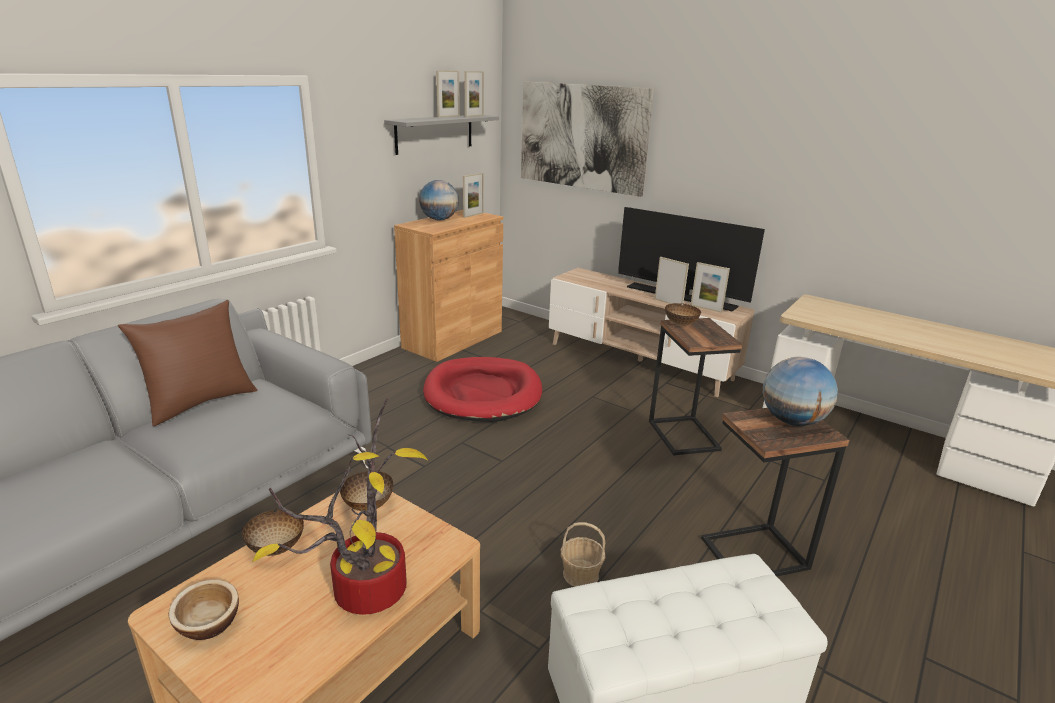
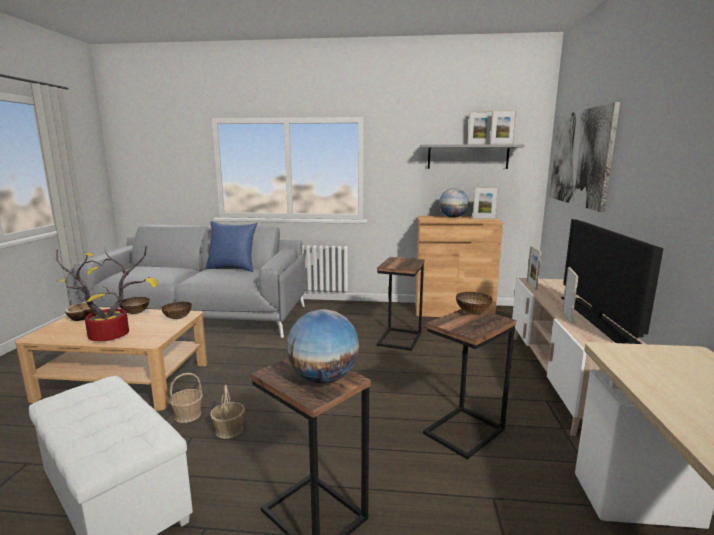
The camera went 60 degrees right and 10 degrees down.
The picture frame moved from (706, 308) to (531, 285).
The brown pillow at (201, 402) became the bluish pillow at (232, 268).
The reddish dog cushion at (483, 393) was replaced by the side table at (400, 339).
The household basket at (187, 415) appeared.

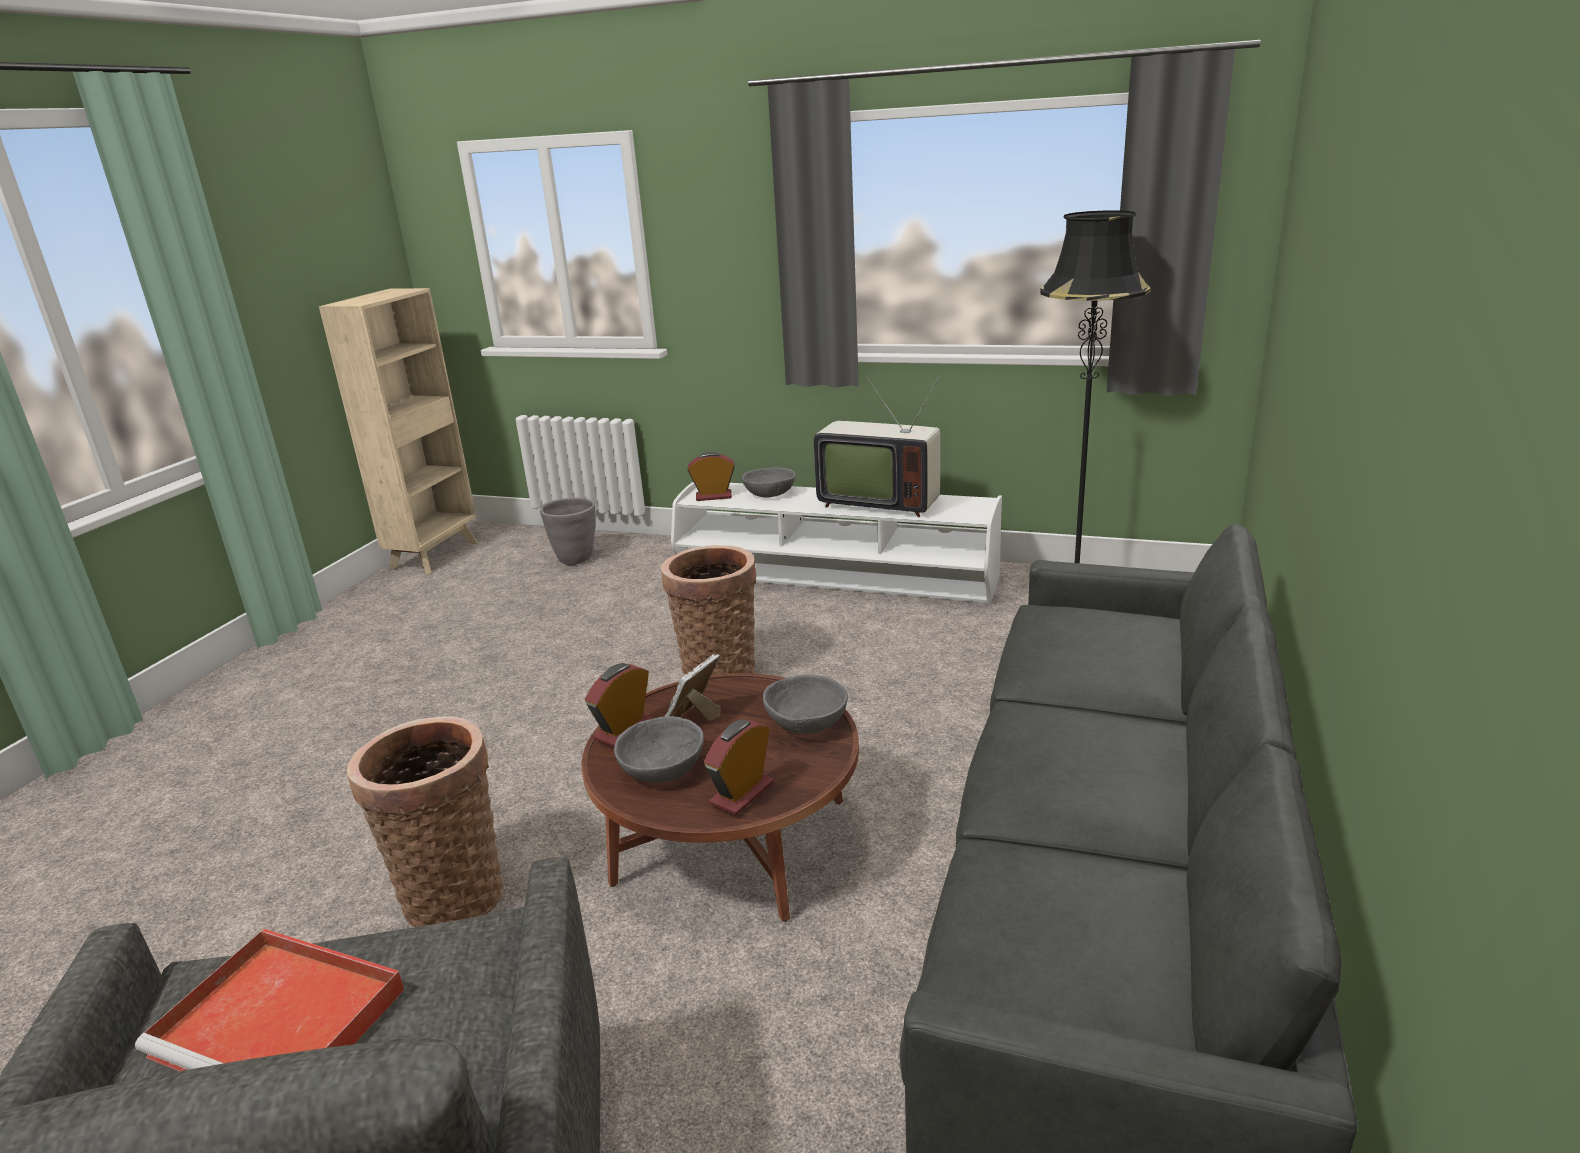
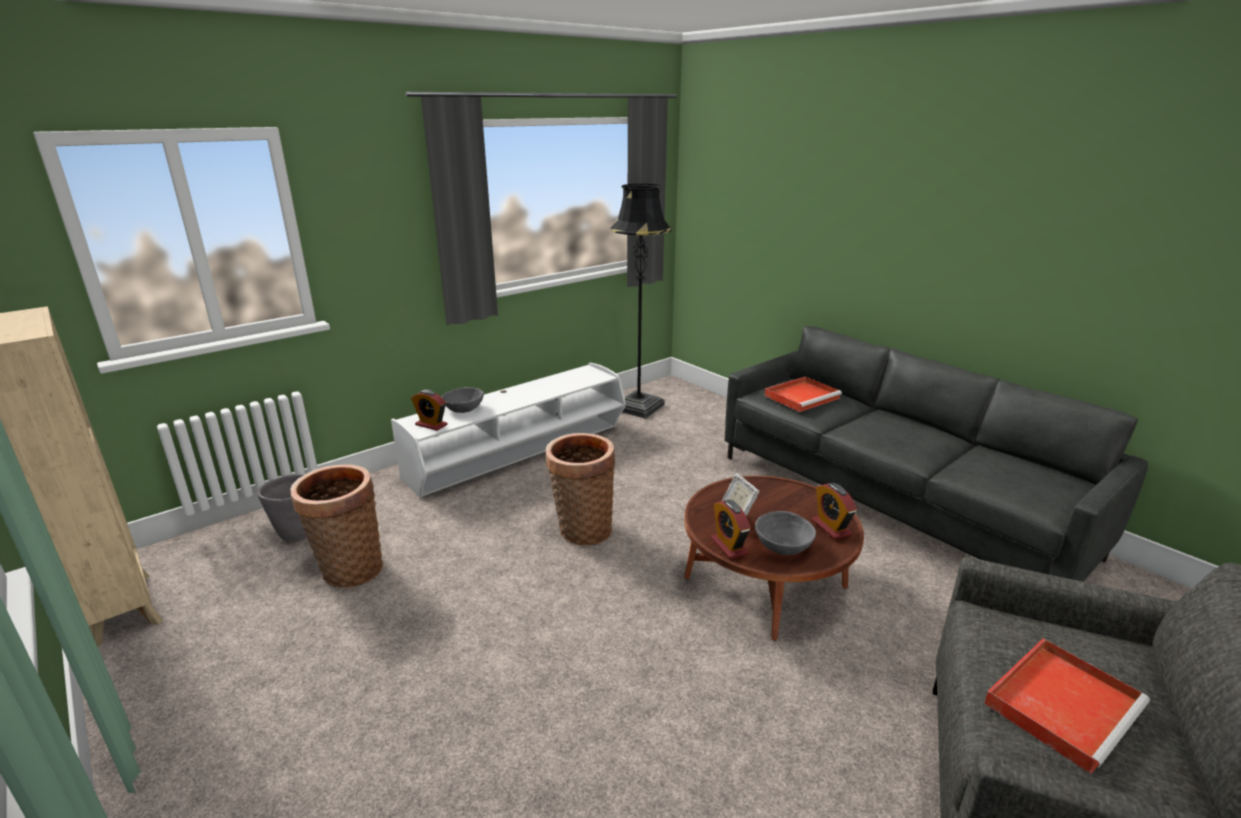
The camera went 60 degrees left and 0 degrees up.
The television at (878, 502) disappeared.
The table clock at (714, 496) turned 90 degrees counterclockwise.
The grey deep dish at (805, 722) disappeared.
The household basket moved from (452, 893) to (349, 569).
The reddish carrying tray at (802, 396) appeared.

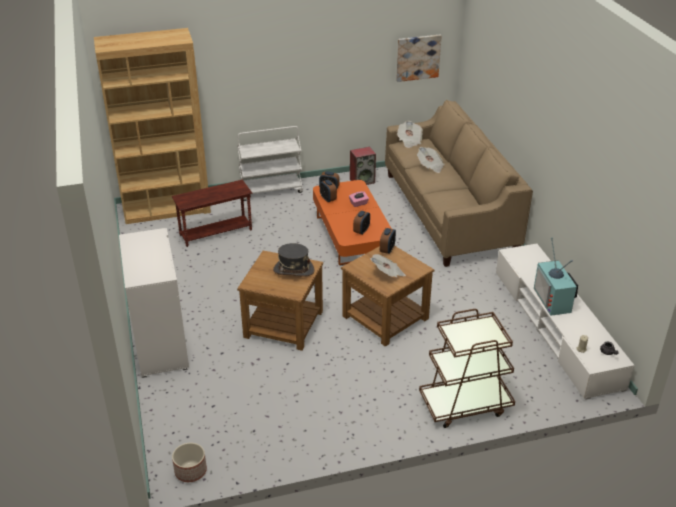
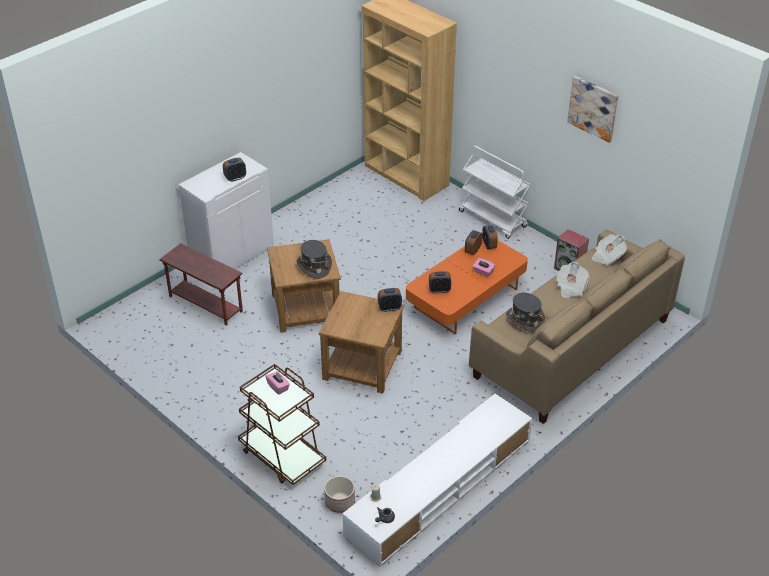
The camera went 60 degrees right and 5 degrees up.
The picture moved from (418, 57) to (593, 108).
The brown side table moved from (215, 232) to (206, 304).
The television at (554, 300) disappeared.
The newspaper at (387, 274) disappeared.
The planter moved from (190, 471) to (339, 502).
The table clock at (235, 178) appeared.
The grey wearable hat at (525, 320) appeared.
The pink tissue box at (278, 387) appeared.

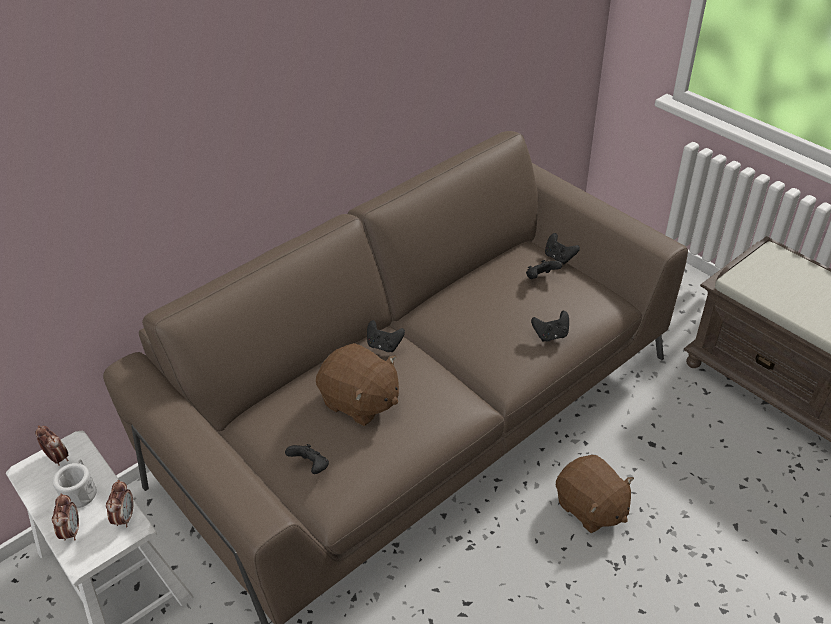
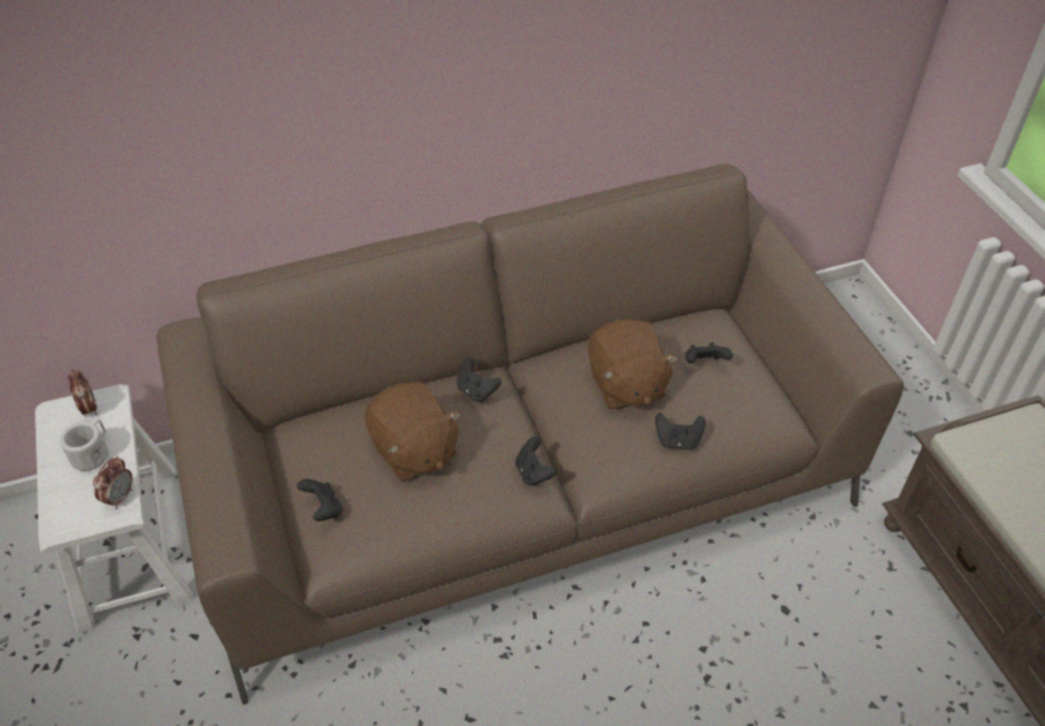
The camera went 20 degrees right and 5 degrees up.
The black-coloured gamepad moved from (559, 258) to (534, 472).
The brown soft toy moved from (590, 507) to (625, 385).
The table clock at (71, 531) disappeared.

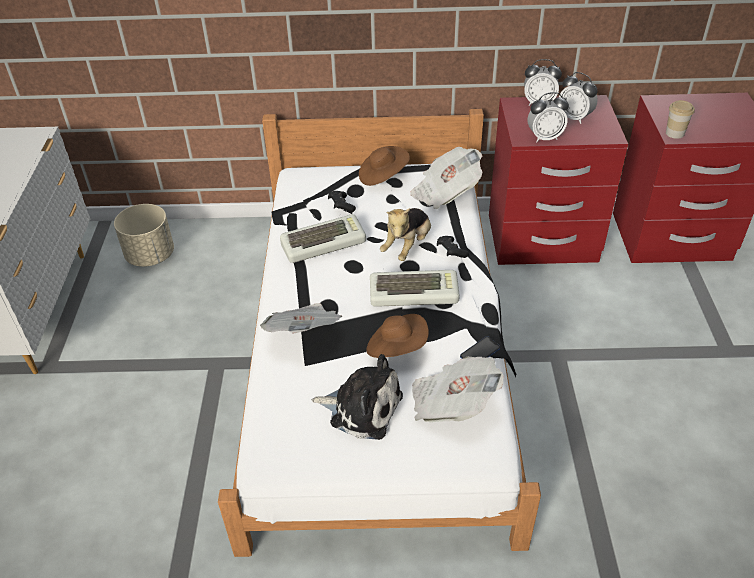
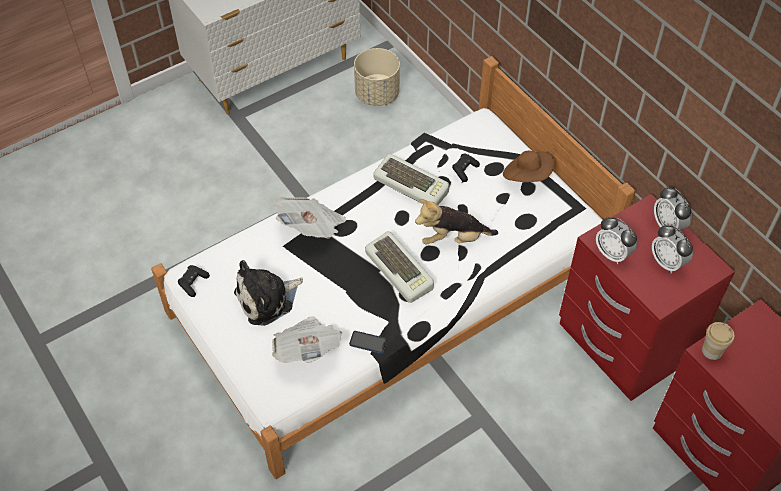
The camera went 55 degrees right and 10 degrees up.
The table clock at (574, 118) turned 45 degrees counterclockwise.
The newspaper at (445, 192) disappeared.
The black-coloured gamepad moved from (451, 252) to (193, 283).
The brown wearable hat at (397, 348) disappeared.
The soft toy at (362, 408) turned 75 degrees clockwise.

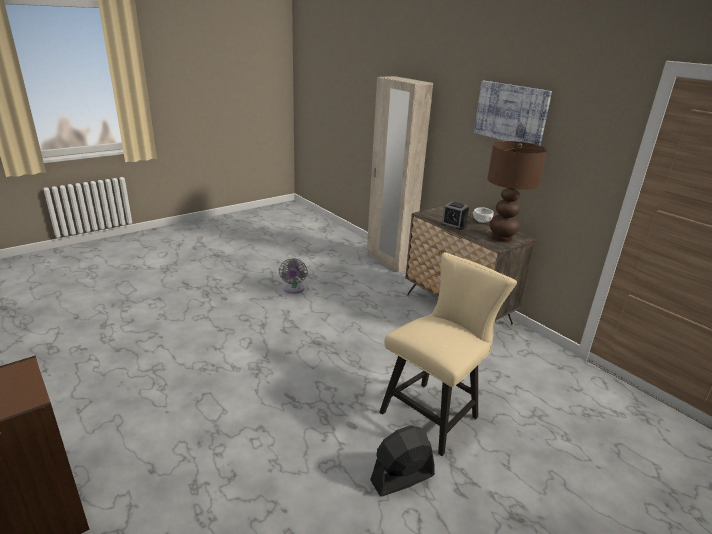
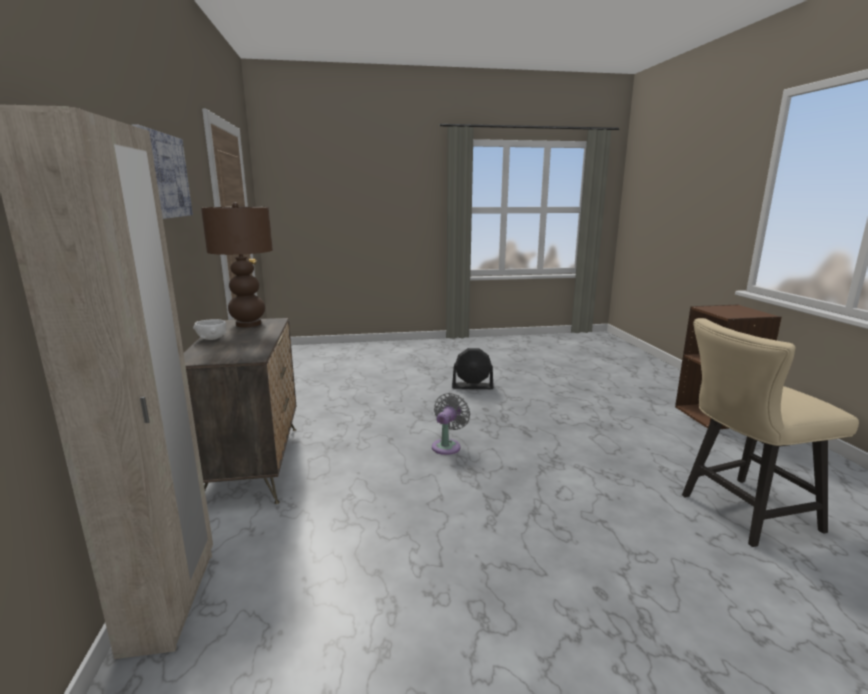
The camera went 150 degrees left and 10 degrees down.
The table clock at (453, 225) disappeared.
The sand-coloured upright chair moved from (434, 412) to (741, 513).
The grey cooling fan moved from (294, 289) to (447, 446).

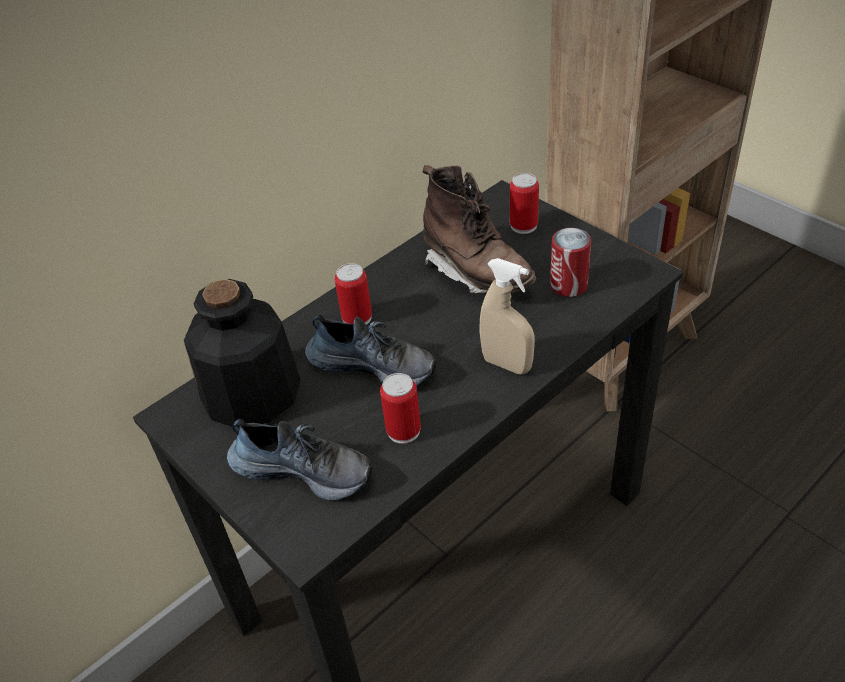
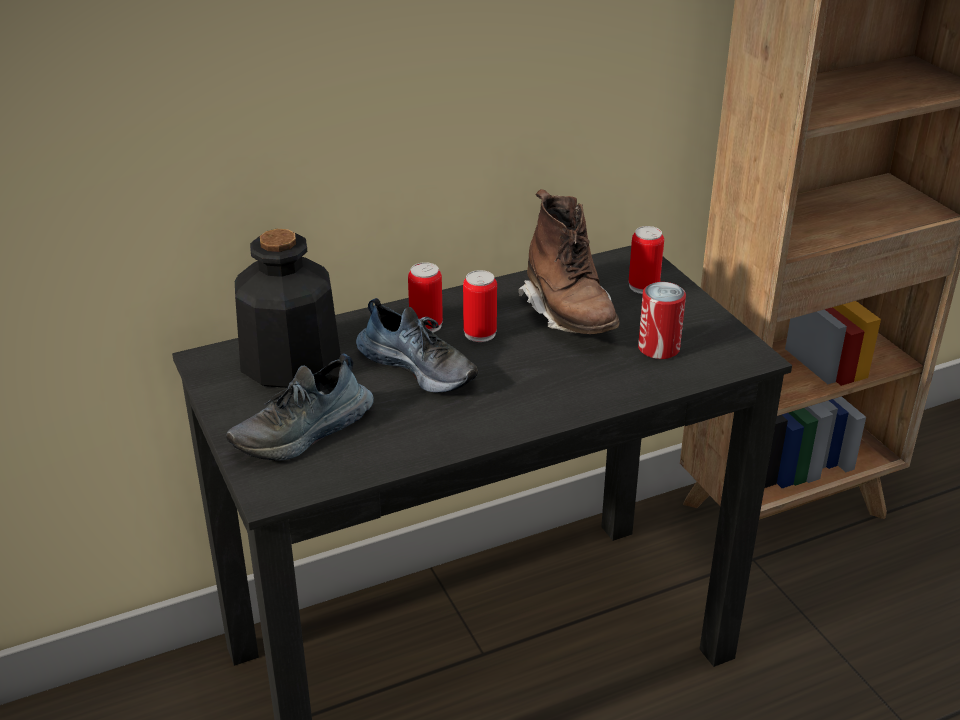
The camera went 15 degrees right and 10 degrees down.
The sand-coloured hand sprayer at (507, 364) disappeared.
The can moved from (403, 430) to (480, 333).
The low shoe at (303, 469) turned 105 degrees clockwise.

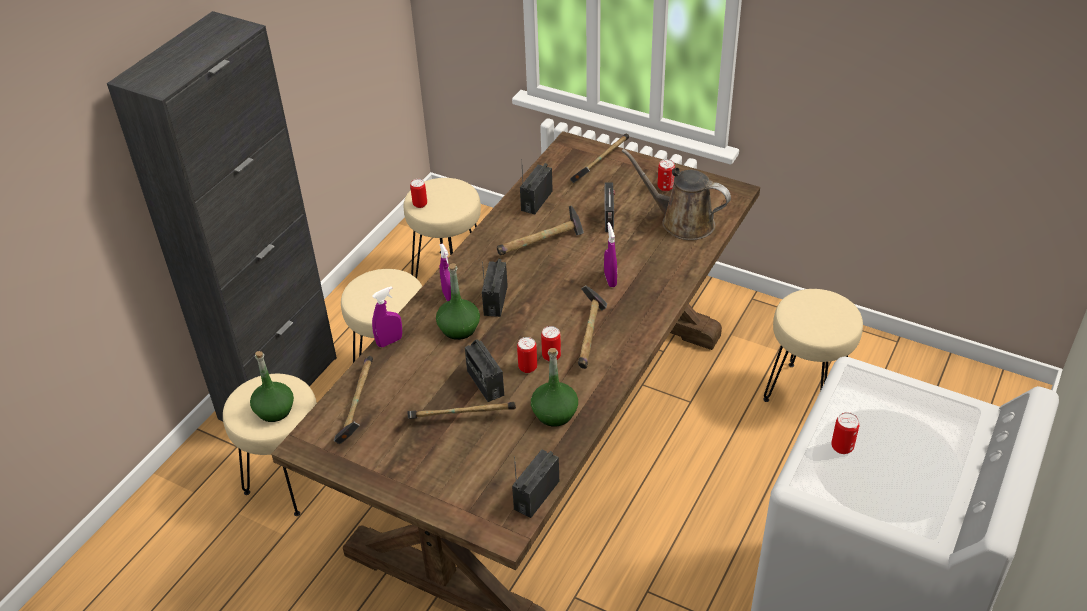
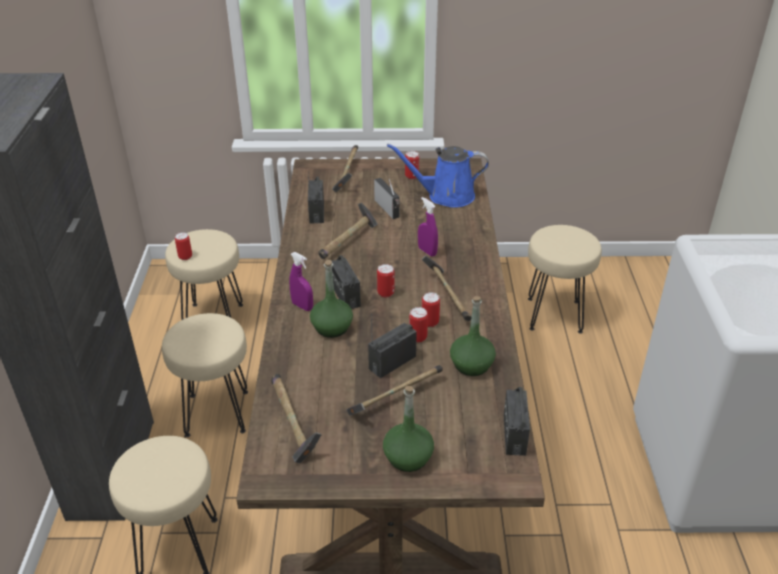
The camera went 30 degrees left and 5 degrees down.
The brown watering can at (682, 222) became the bluish watering can at (446, 196).
The purplish hand sprayer at (389, 341) disappeared.
The radio set at (485, 383) turned 105 degrees clockwise.
The green drink bottle moved from (275, 410) to (408, 457).
The can moved from (842, 447) to (385, 293).

